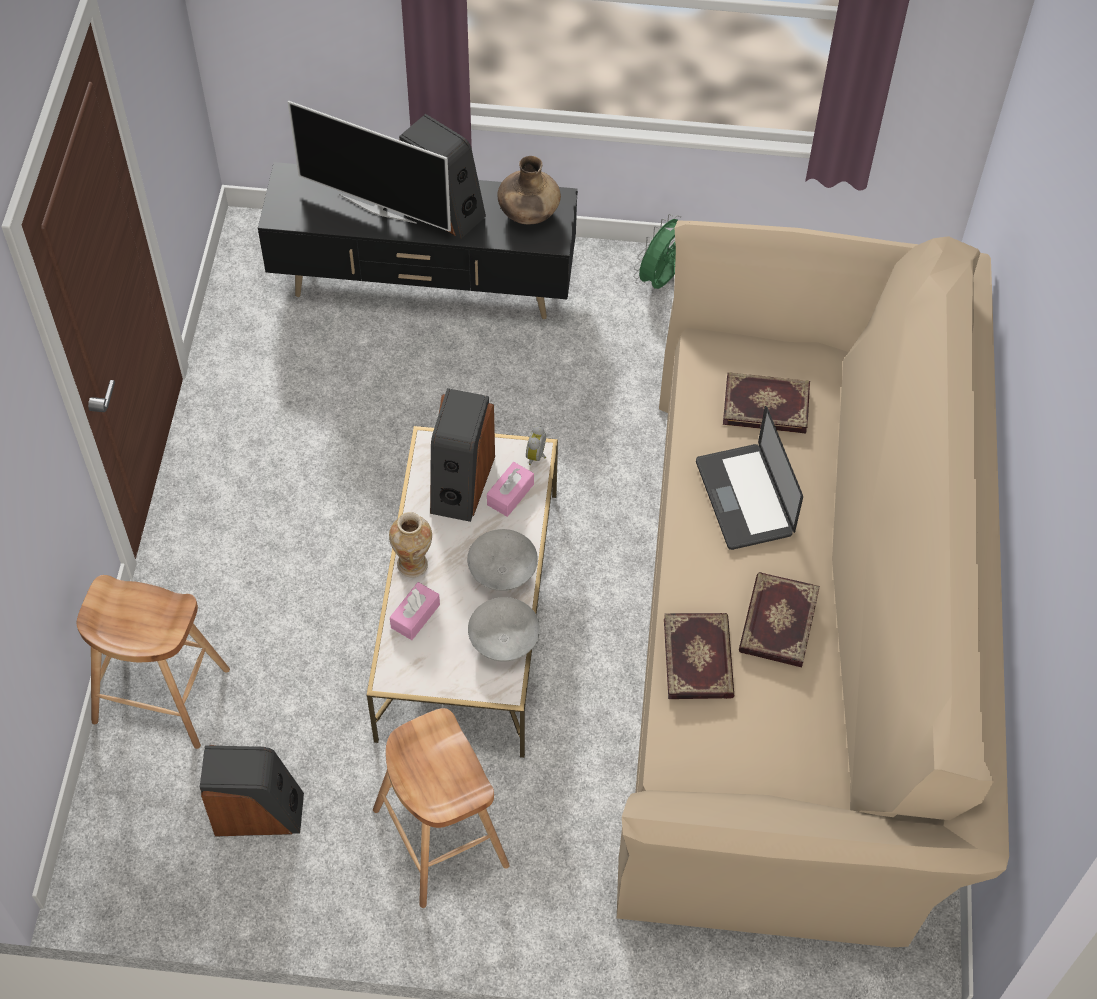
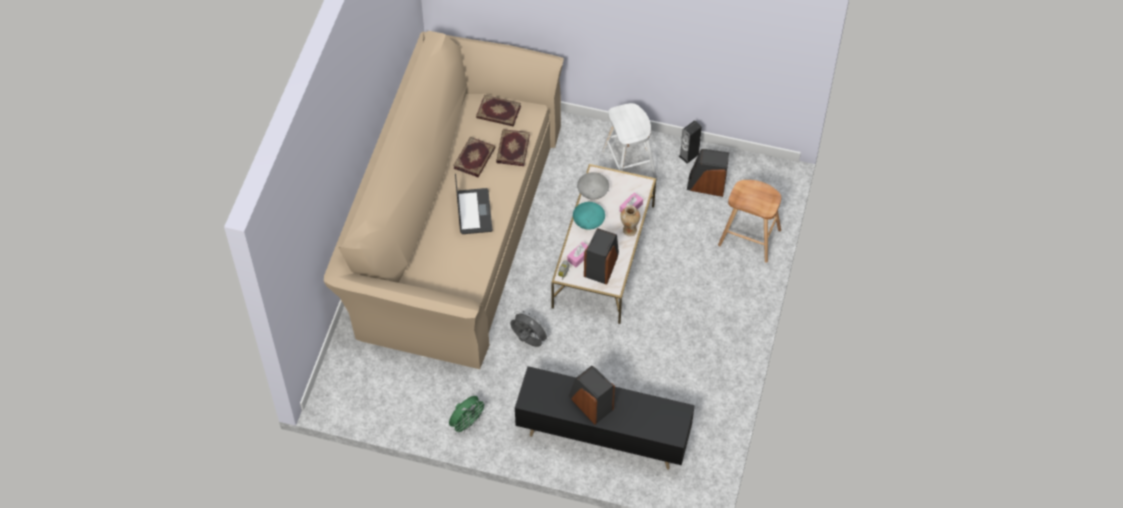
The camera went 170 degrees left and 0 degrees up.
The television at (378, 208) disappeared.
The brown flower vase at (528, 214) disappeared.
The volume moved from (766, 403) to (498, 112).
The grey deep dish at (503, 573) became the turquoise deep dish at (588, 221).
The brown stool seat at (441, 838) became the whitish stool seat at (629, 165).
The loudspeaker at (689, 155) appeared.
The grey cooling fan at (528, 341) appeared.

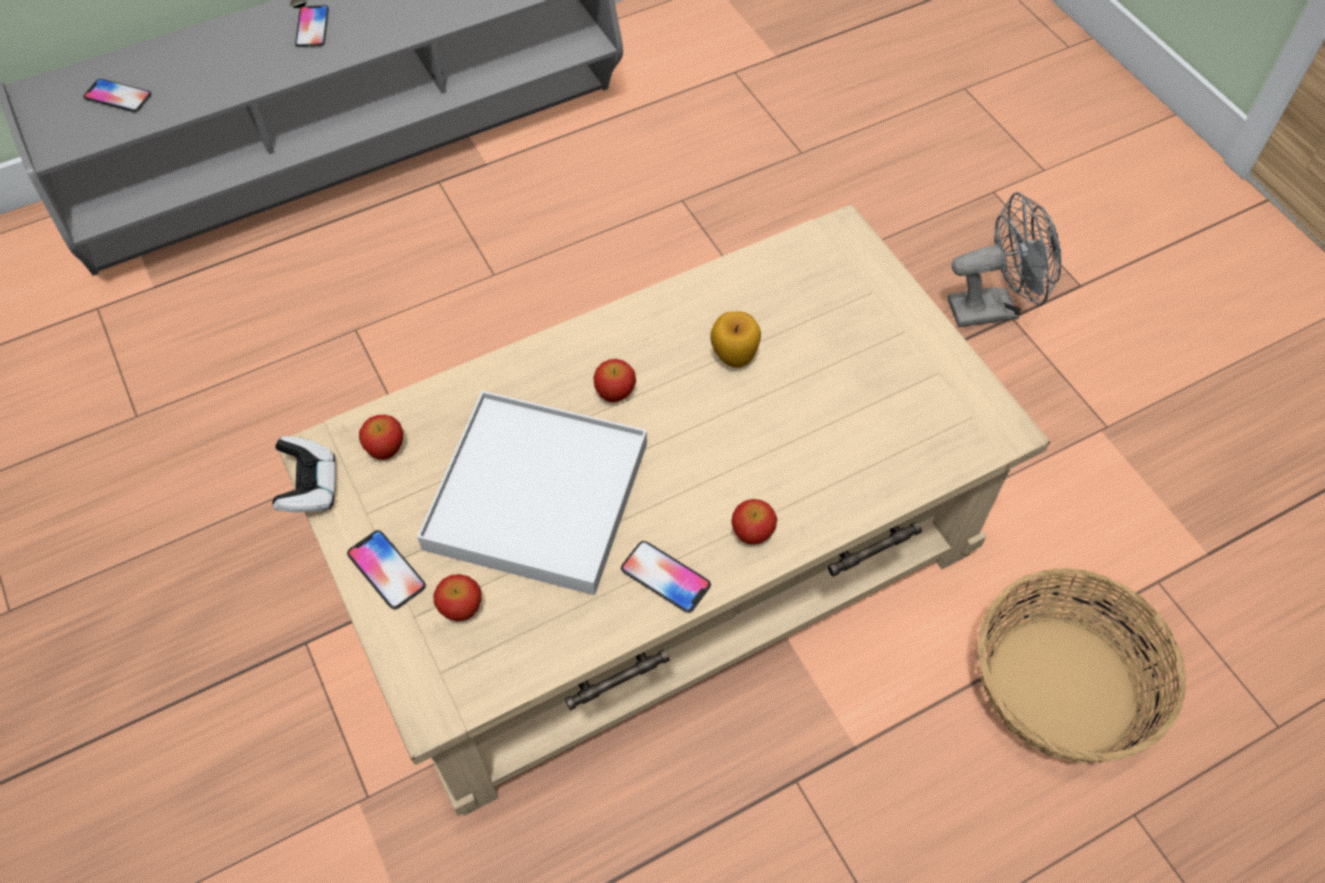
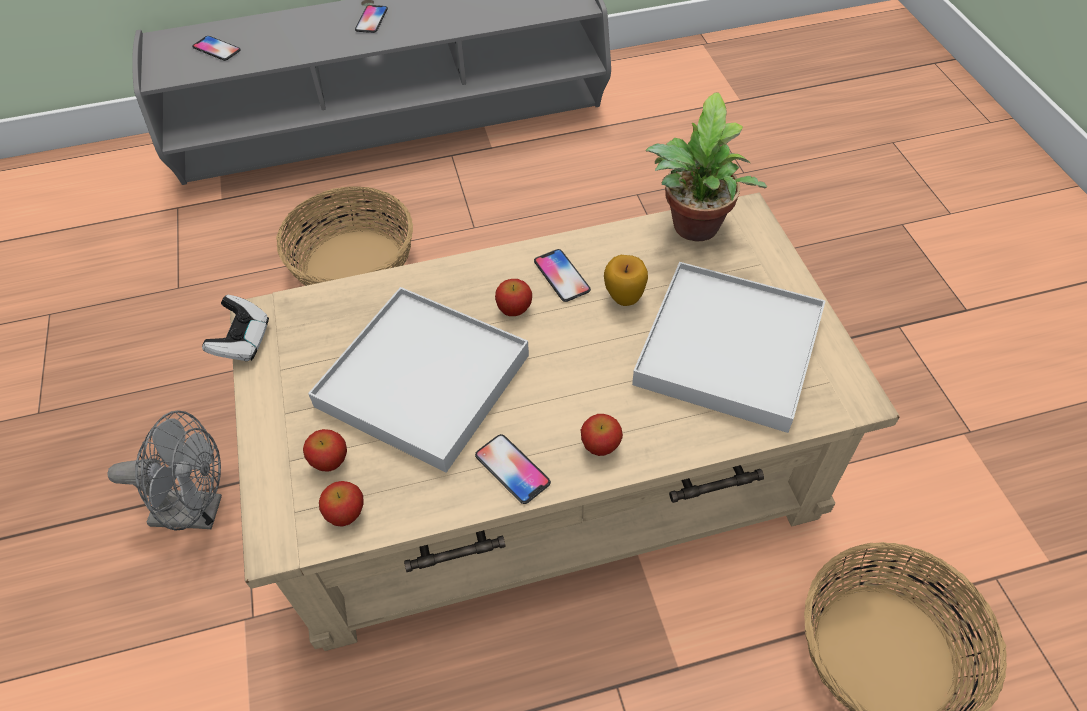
The camera went 15 degrees right and 5 degrees down.
The grey cooling fan moved from (992, 307) to (198, 511).
The apple fruit moved from (386, 448) to (346, 513).
The handset moved from (386, 570) to (561, 276).
The potted plant at (694, 230) appeared.
The household basket at (355, 265) appeared.
The whitish carrying tray at (728, 349) appeared.

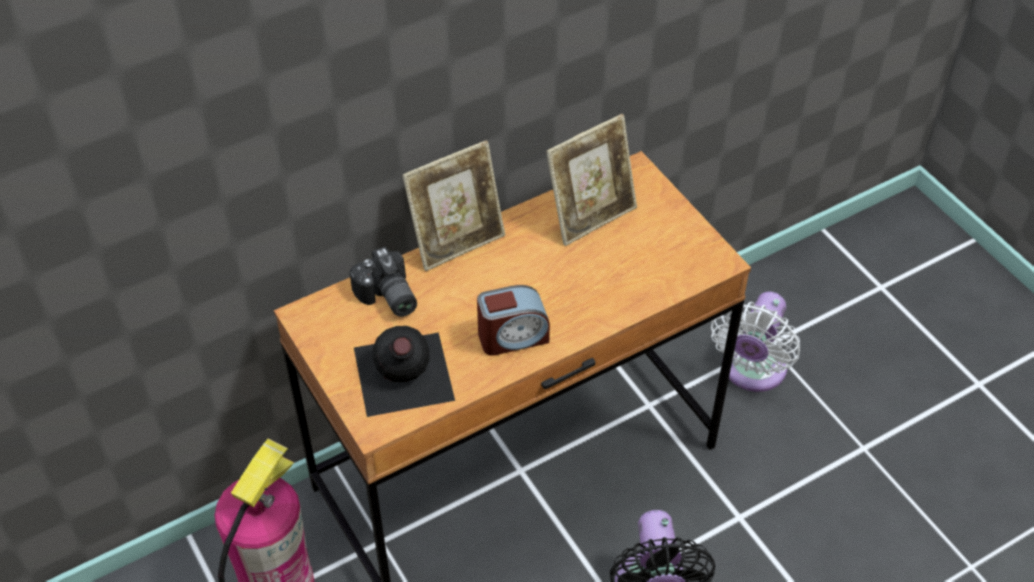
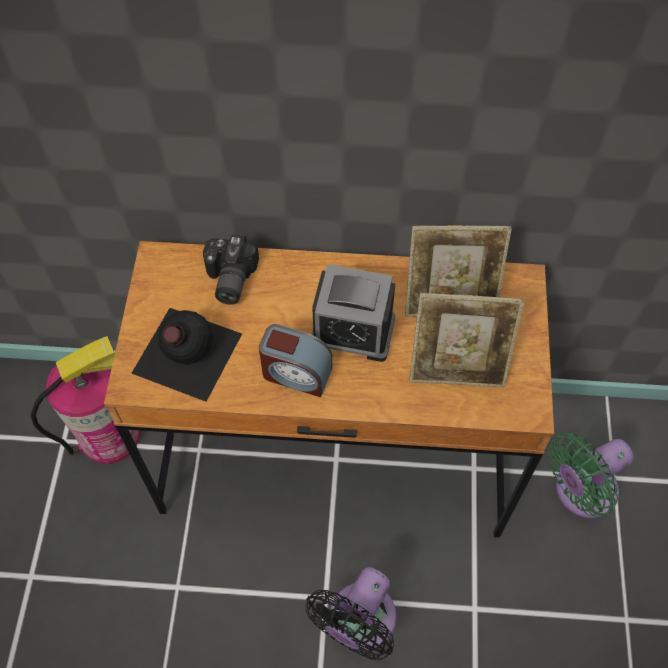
The camera went 35 degrees right and 10 degrees up.
The picture frame moved from (457, 242) to (457, 368).
The whitish cooling fan at (751, 371) became the green cooling fan at (580, 492).
The table clock at (352, 331) appeared.

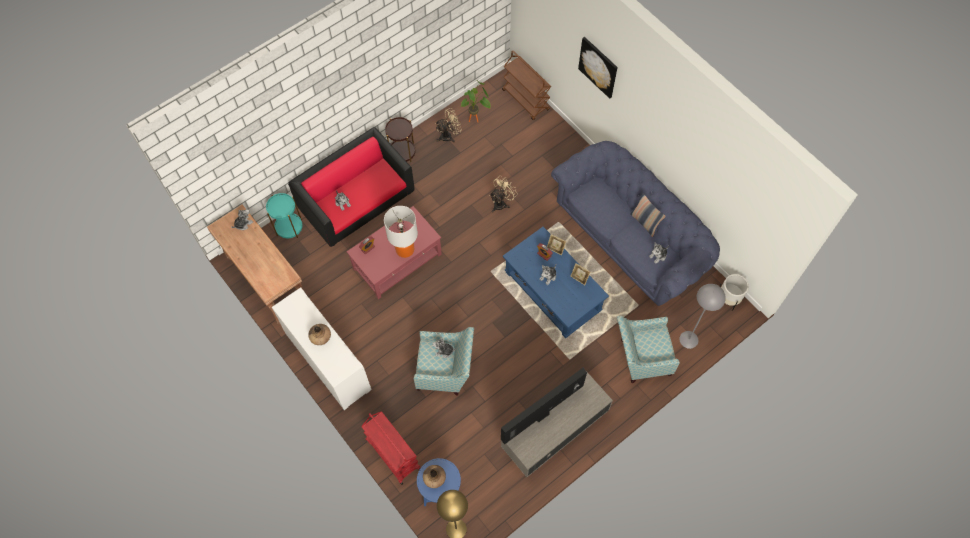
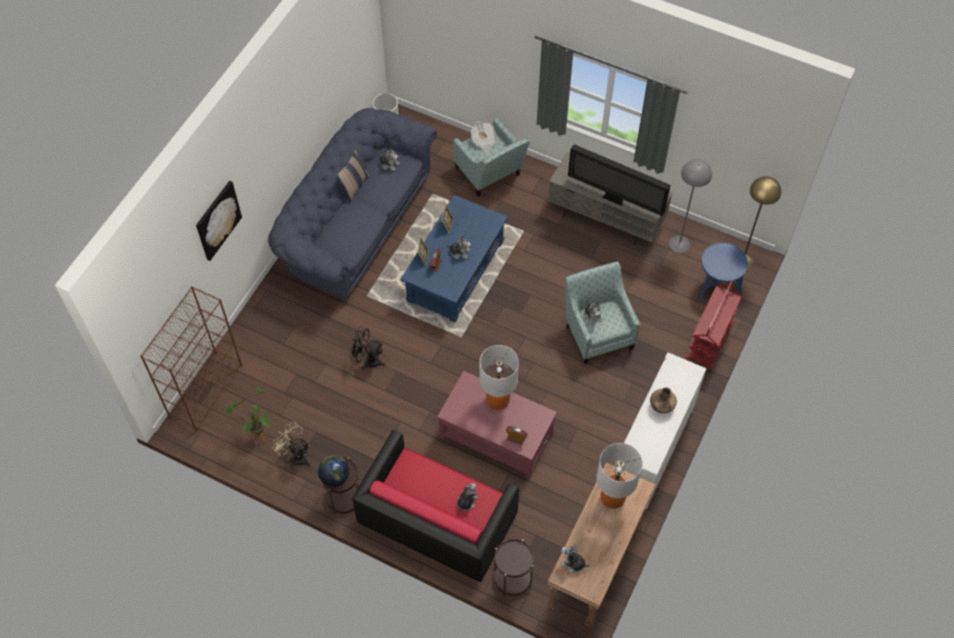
The camera went 115 degrees left and 5 degrees down.
The brown wheeled cart at (526, 100) was replaced by the brown bookcase at (206, 391).
The sand-coloured cooling fan at (501, 203) became the black-coloured cooling fan at (368, 360).
The turquoise side table at (289, 227) became the brown side table at (512, 578).
The grey standard lamp moved from (689, 339) to (679, 243).
The brown flower vase at (434, 478) disappeared.
The newspaper at (483, 141) appeared.
The table lamp at (612, 497) appeared.
The world globe at (335, 477) appeared.

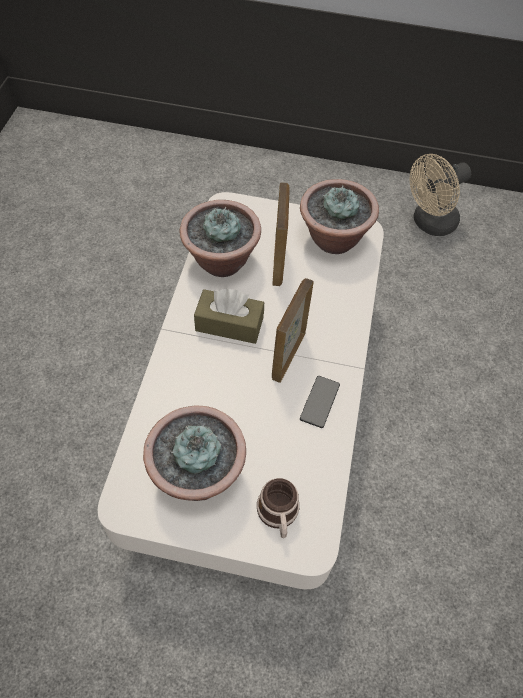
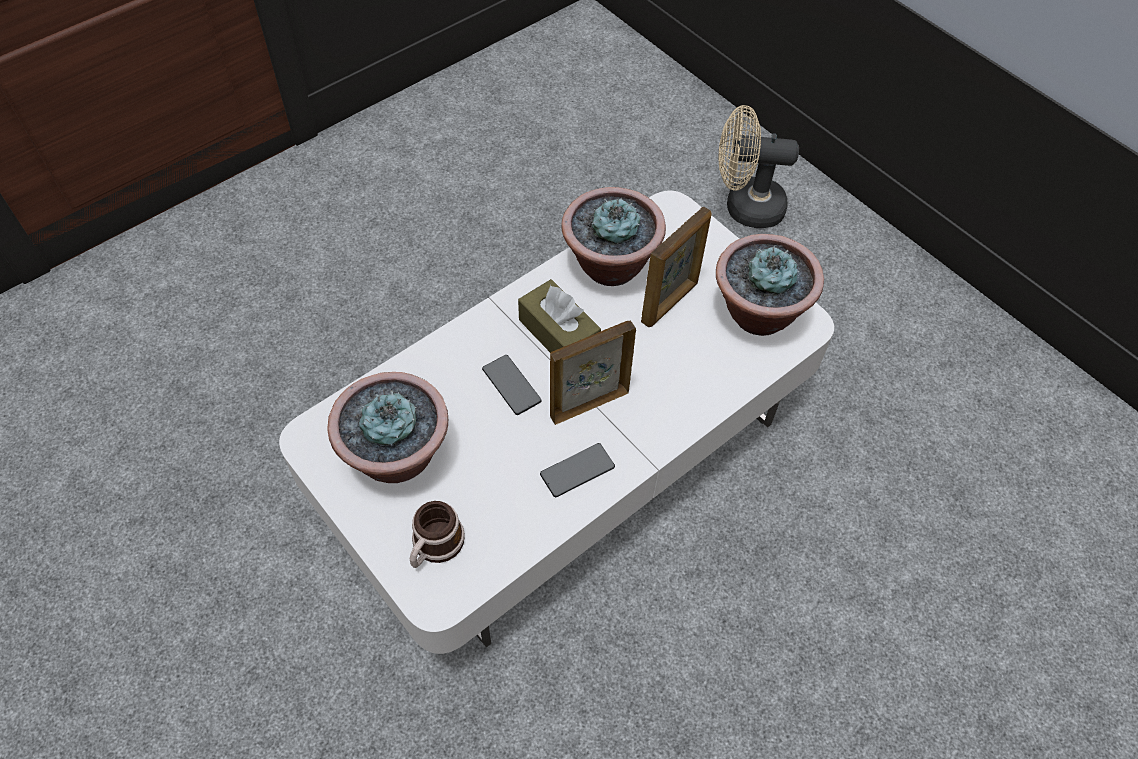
The camera went 40 degrees right and 0 degrees up.
The sand-coloured cooling fan moved from (429, 224) to (744, 207).
The handset at (511, 385) appeared.

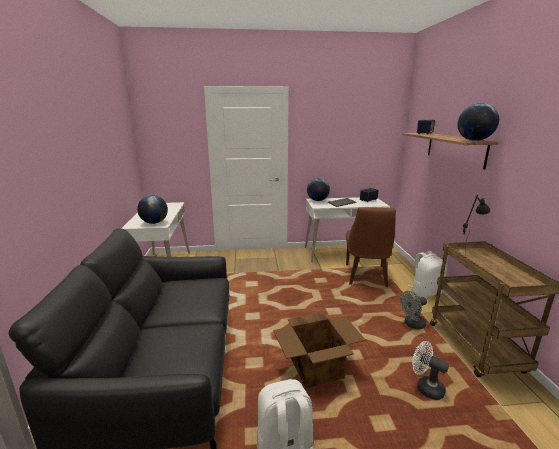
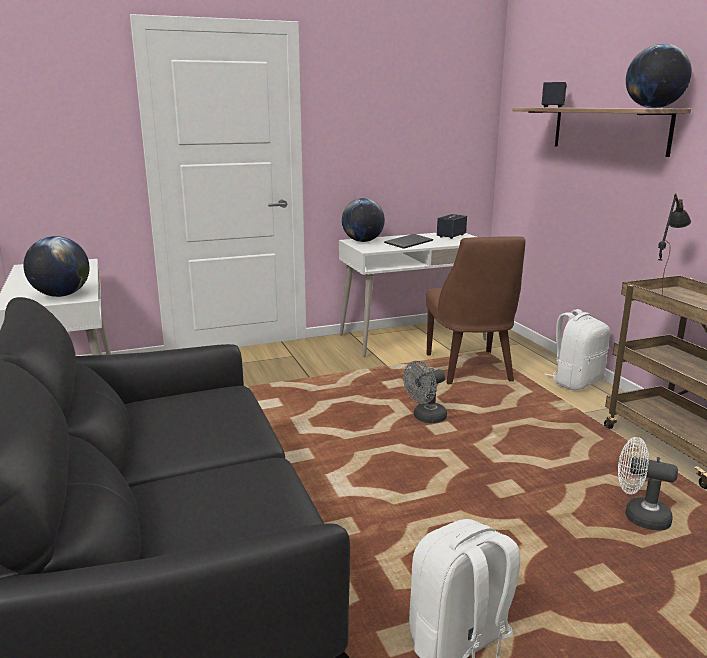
The camera went 15 degrees left and 0 degrees up.
The grey cooling fan moved from (412, 324) to (425, 418).
The cardboard box at (317, 368) disappeared.

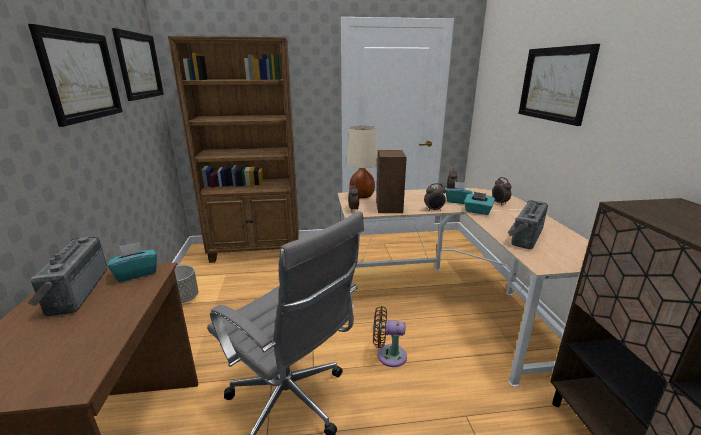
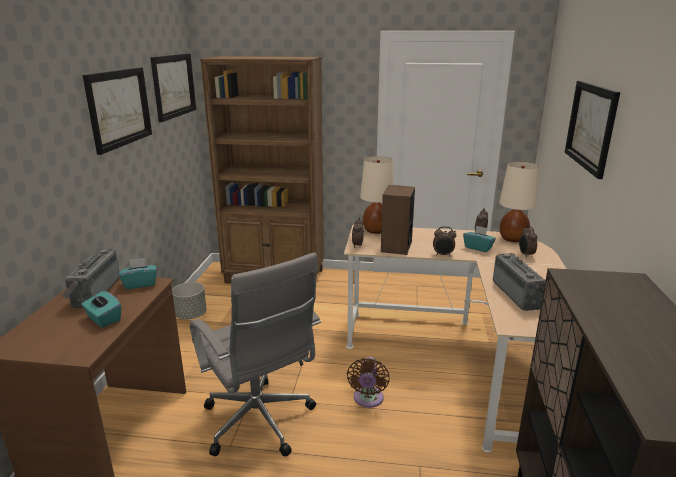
The camera went 15 degrees right and 0 degrees up.
The turquoise tissue box moved from (477, 211) to (103, 319).
The radio set at (523, 236) turned 120 degrees clockwise.
The brown cooling fan at (388, 355) turned 105 degrees counterclockwise.
The sand-coloured table lamp at (512, 239) appeared.

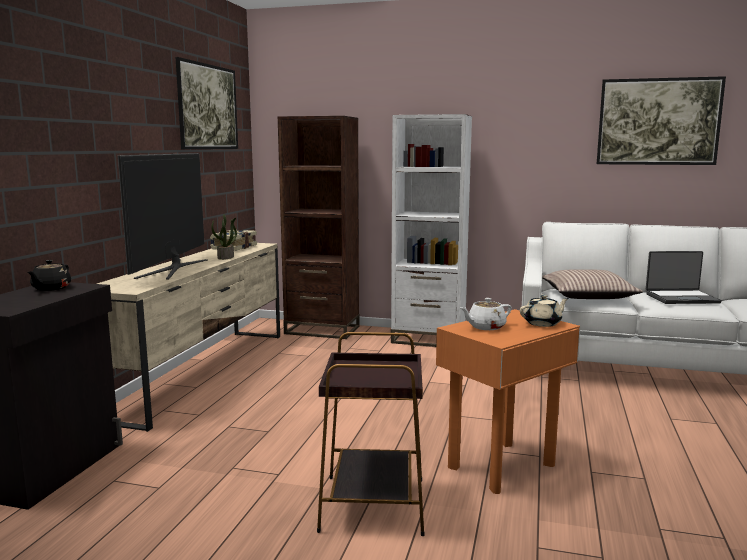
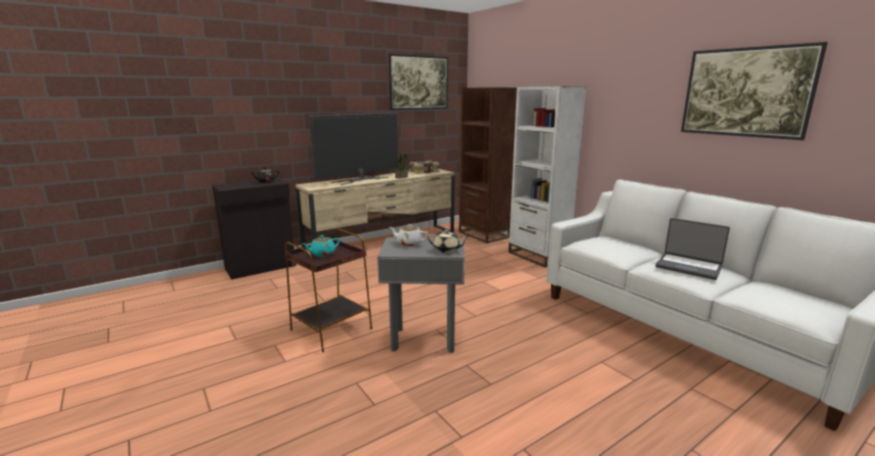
The camera went 40 degrees right and 5 degrees up.
The pillow at (587, 296) disappeared.
The orange side table at (502, 466) became the grey side table at (424, 340).
The turquoise pot for tea at (322, 254) appeared.

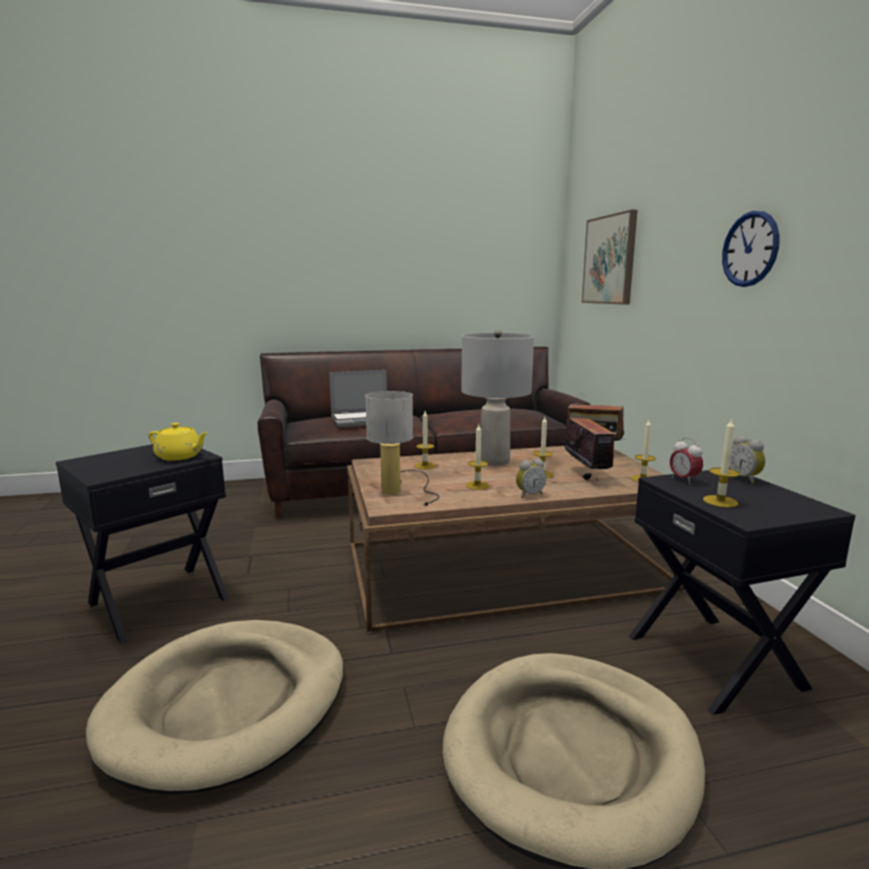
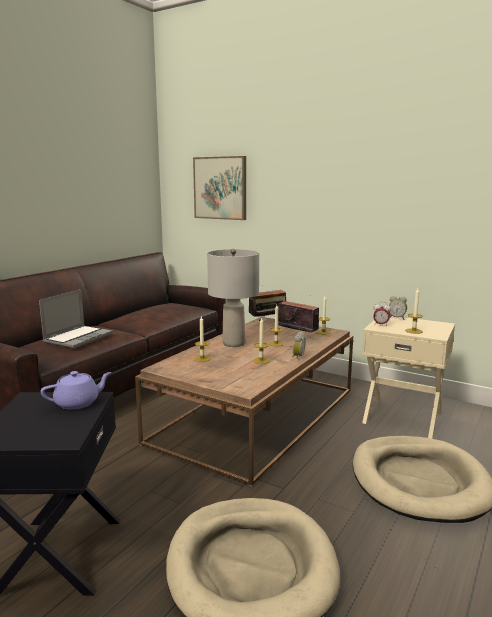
The camera went 45 degrees left and 0 degrees up.
The clock on the wall at (750, 249) disappeared.
The table lamp at (402, 488) disappeared.
The yellow pot for tea at (180, 456) became the purplish pot for tea at (78, 403).
The black-coloured side table at (716, 660) became the sand-coloured side table at (402, 417).

